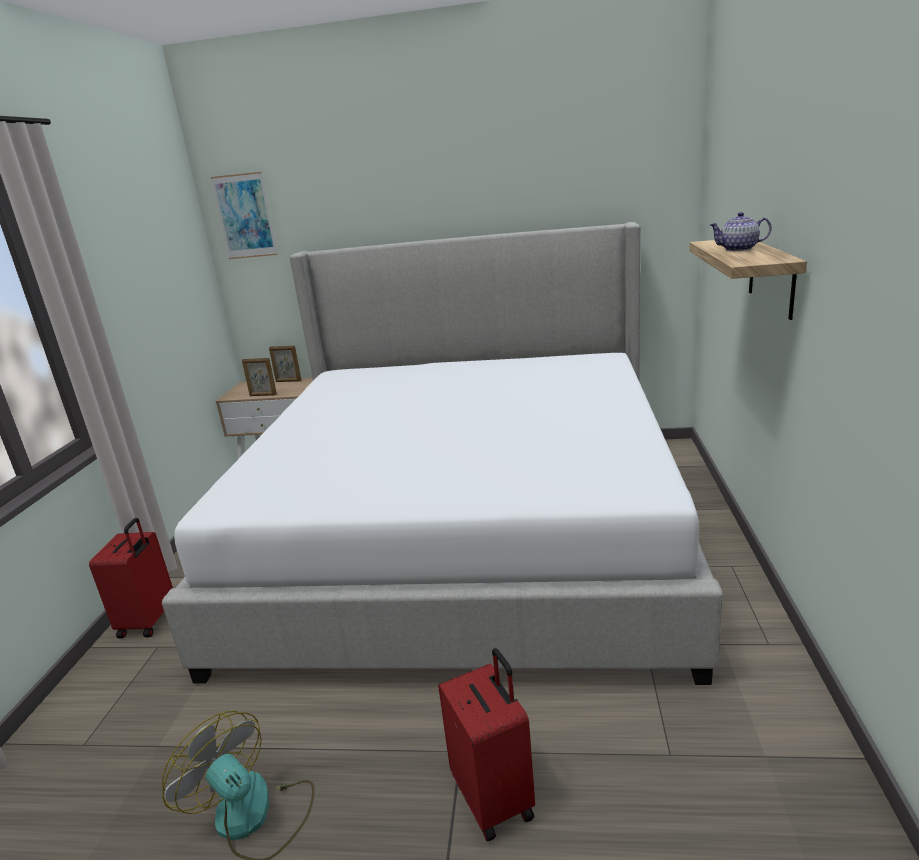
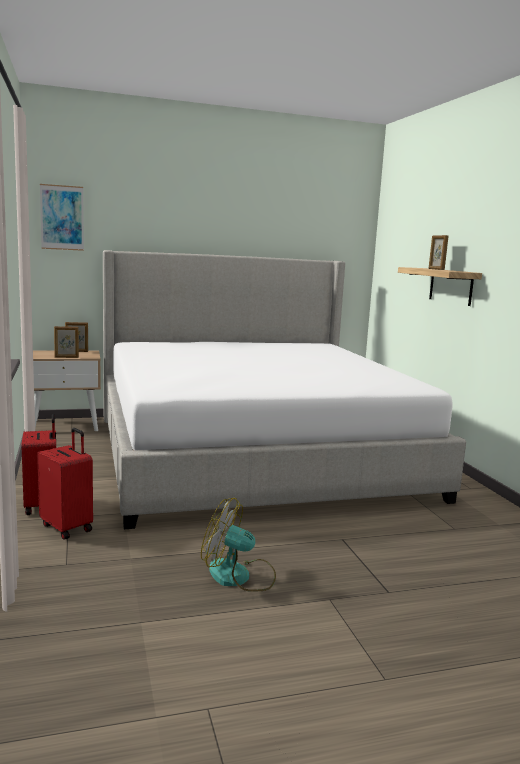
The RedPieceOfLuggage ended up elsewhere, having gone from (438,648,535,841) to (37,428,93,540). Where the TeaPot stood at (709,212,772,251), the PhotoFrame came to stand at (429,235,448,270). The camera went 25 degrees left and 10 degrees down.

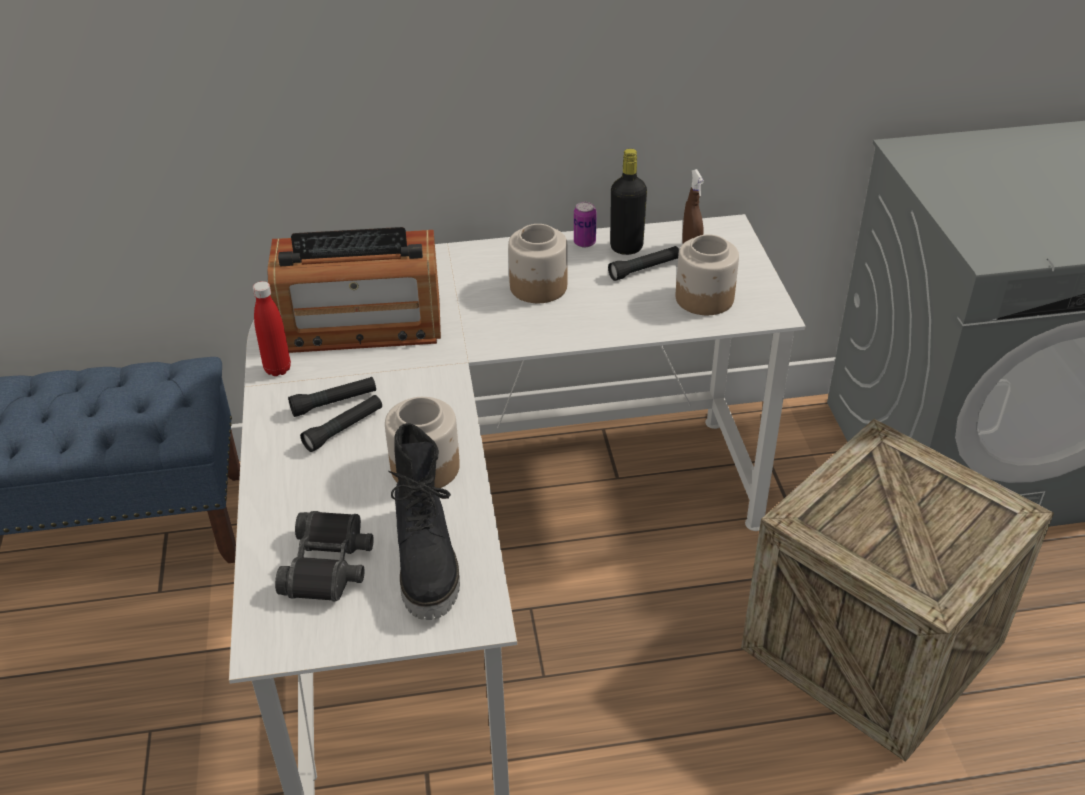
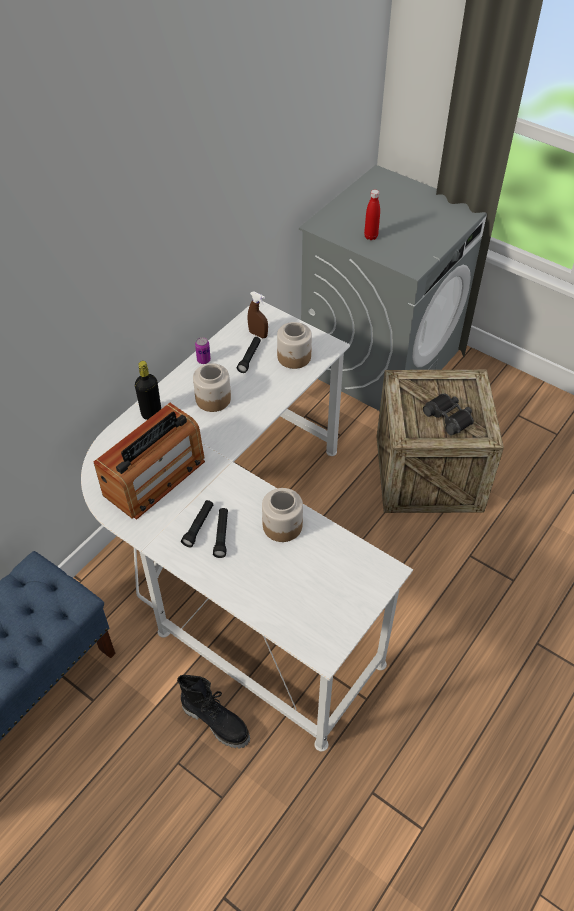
The BlackBottle ended up elsewhere, having gone from (610,149,647,255) to (135,361,161,420). The BlackBoot ended up elsewhere, having gone from (388,423,460,620) to (177,675,250,749). The RedBottle ended up elsewhere, having gone from (253,281,291,376) to (364,190,380,240). The BlackPairOfBinoculars ended up elsewhere, having gone from (275,511,374,602) to (423,394,474,436). The camera went 45 degrees left and 10 degrees up.

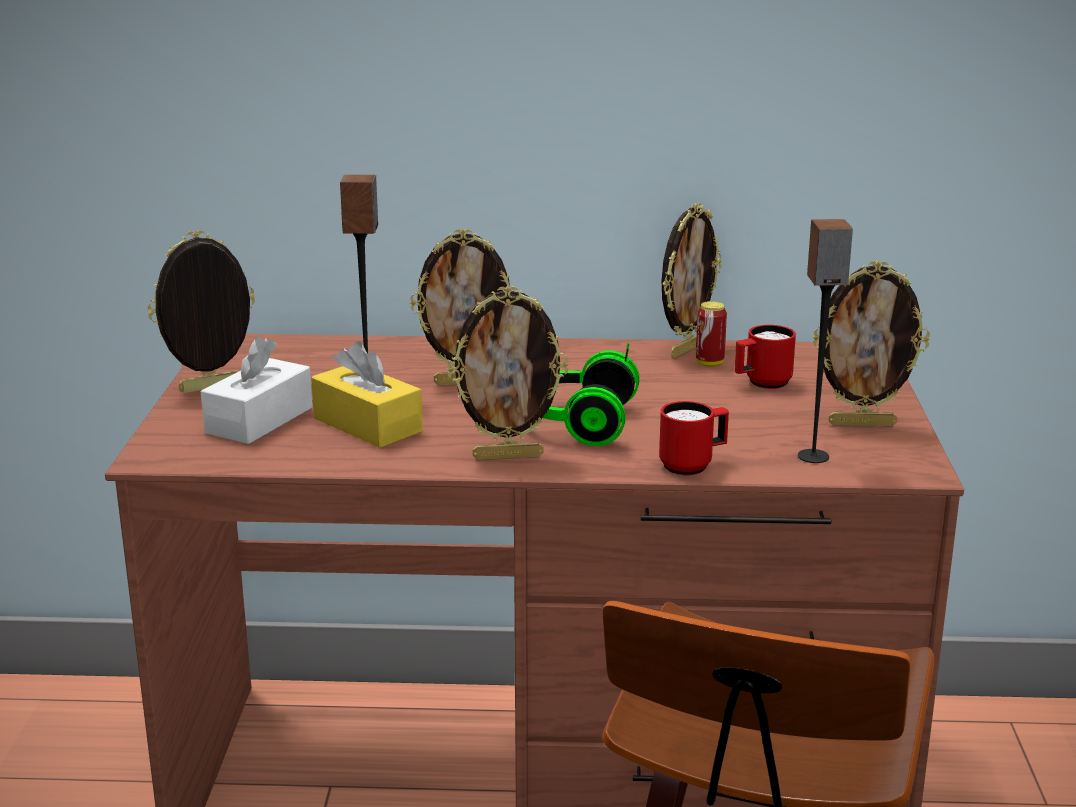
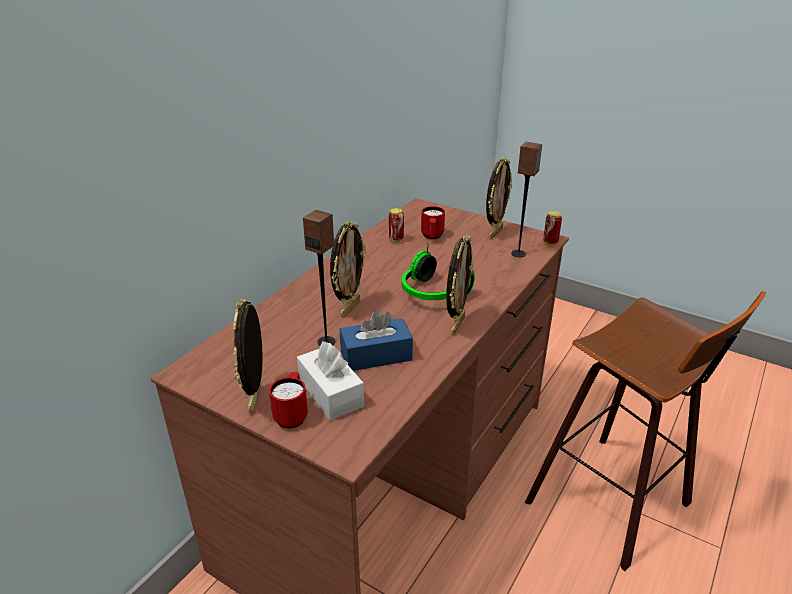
The RedCoffeeMug ended up elsewhere, having gone from (659,401,729,475) to (269,372,308,428). What was the YellowishTissueHolder at (311,341,423,448) turned into the BlueColouredTissueHolder at (340,310,413,371). The second view gained the SealedCan at (543,211,562,246). The second view lost the PhotoFrame at (662,203,722,359). The camera went 60 degrees left and 10 degrees up.

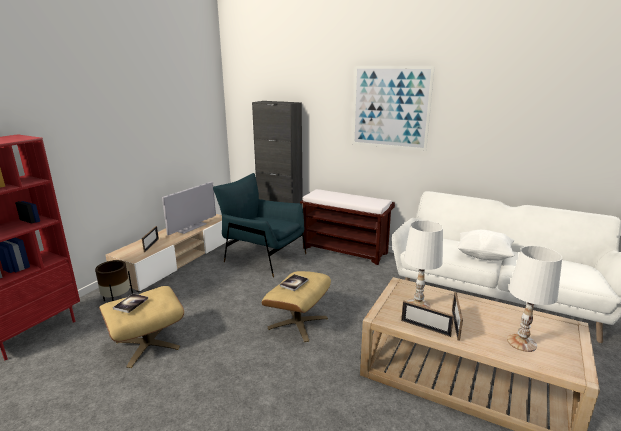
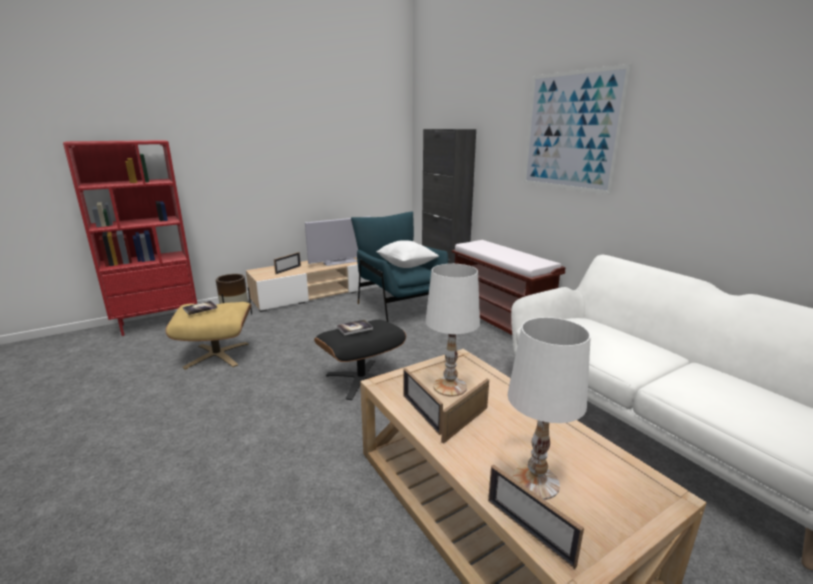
What was the SandColouredPouffe at (262,271,331,342) turned into the BlackPouffe at (314,320,406,400). The WhitishThrowPillow ended up elsewhere, having gone from (457,230,515,261) to (376,240,439,268). The second view gained the PhotoFrame at (488,464,584,569). The camera went 30 degrees right and 0 degrees up.

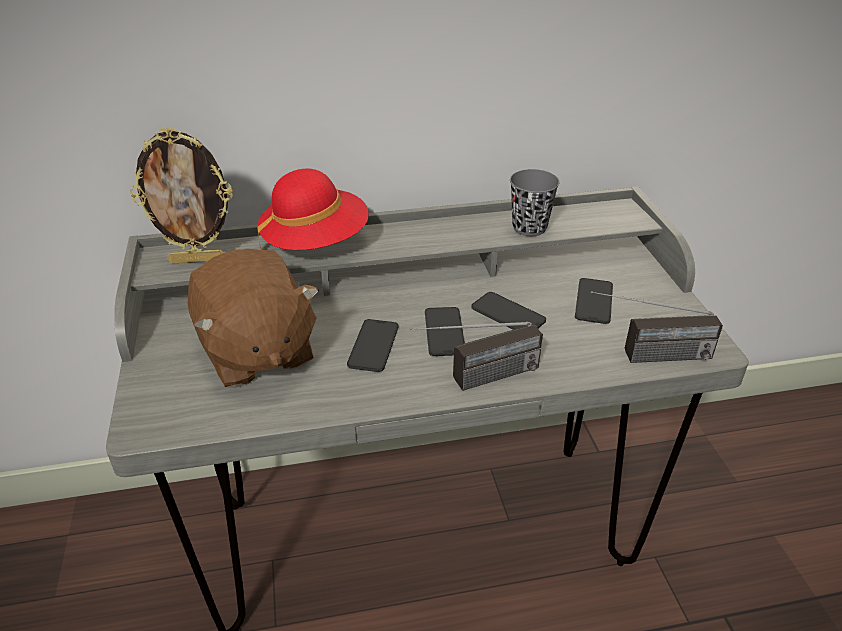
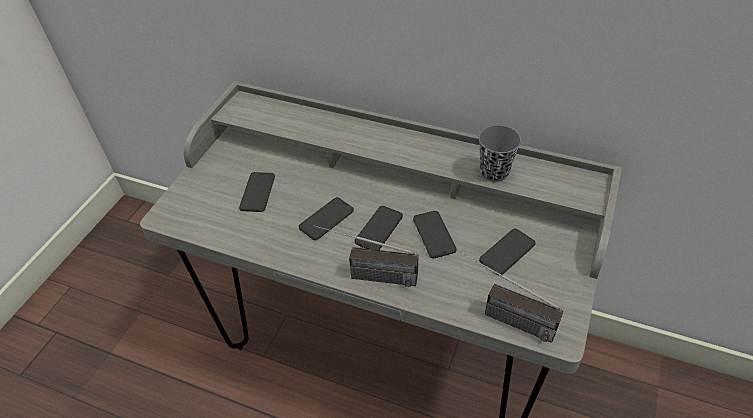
Where the BrownColouredSoftToy stood at (188,249,319,387), the Handset came to stand at (239,172,275,212). The second view lost the PhotoFrame at (130,127,233,264). The second view lost the RedClothingHat at (257,169,369,250). The camera went 35 degrees right and 10 degrees up.

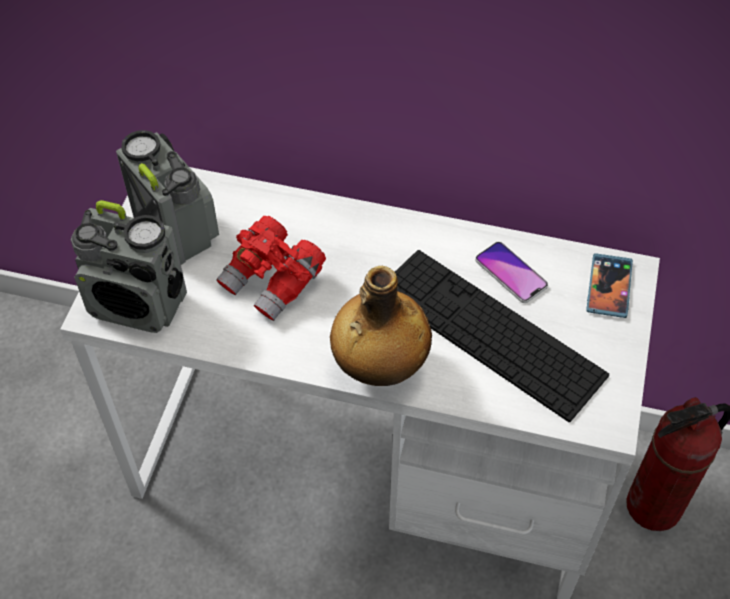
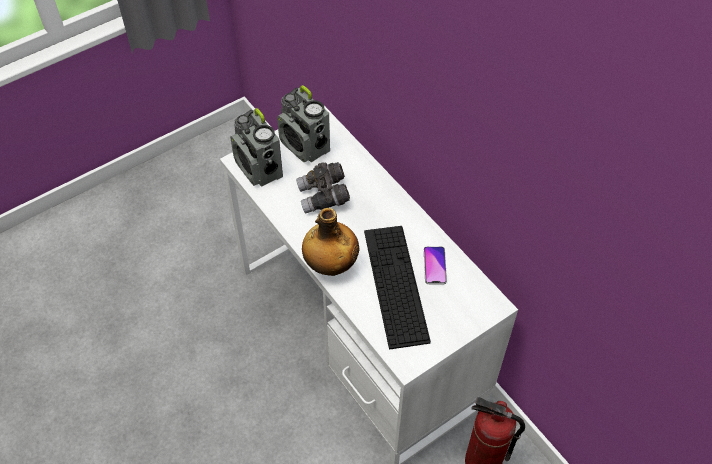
The RadioSet at (116,130,219,265) ended up facing another way, 135 degrees clockwise from before. What was the RedPairOfBinoculars at (216,215,326,321) turned into the GreyishPairOfBinoculars at (296,162,350,214). The second view lost the Handset at (586,253,633,318). The camera went 40 degrees right and 0 degrees up.

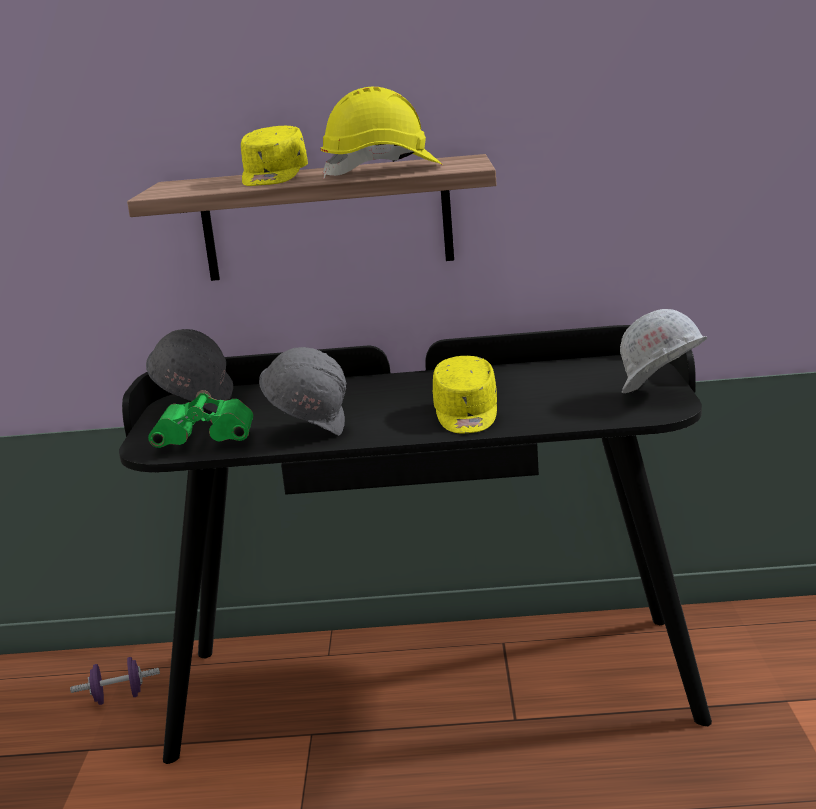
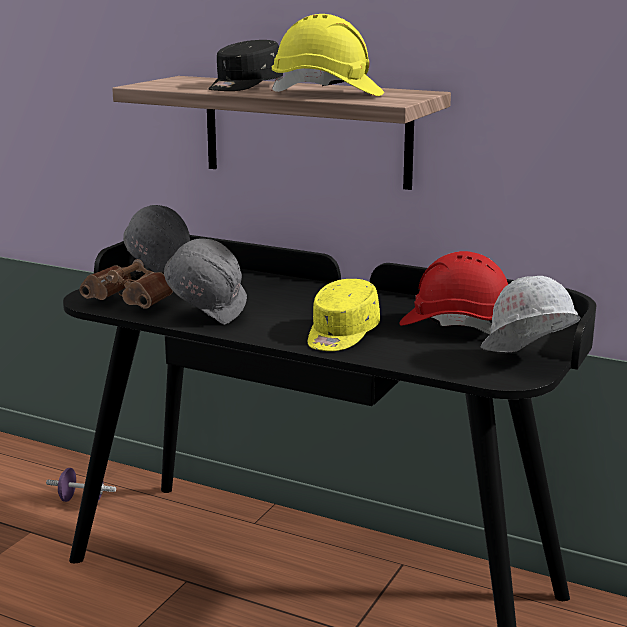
What was the GreenPairOfBinoculars at (148,390,253,448) turned into the BrownColouredPairOfBinoculars at (80,259,173,309). What was the YellowishPeakedCap at (241,126,308,186) turned into the BlackPeakedCap at (209,40,283,91). The second view gained the RedSafetyHelmet at (399,251,508,334). The camera went 25 degrees right and 0 degrees up.

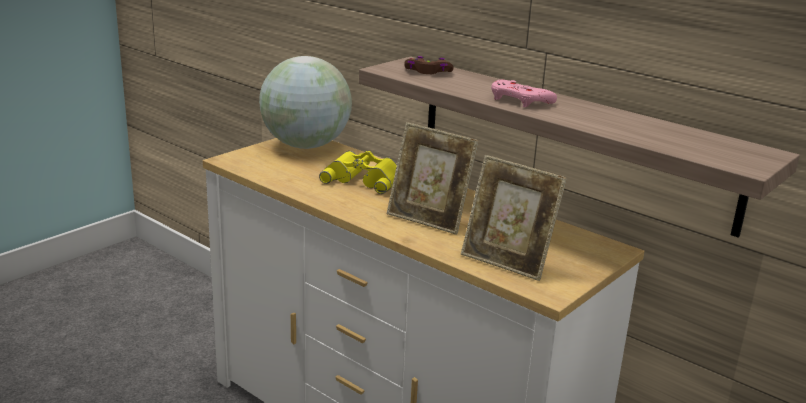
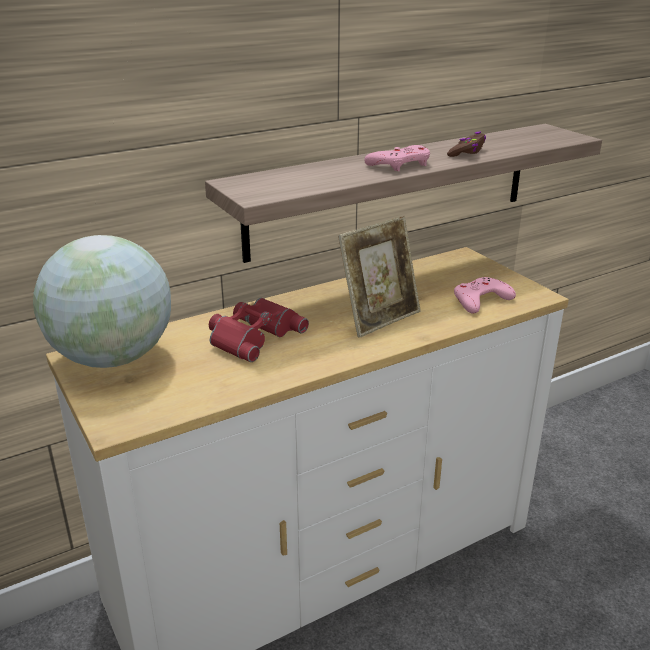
What was the YellowishPairOfBinoculars at (319,151,397,194) turned into the RedPairOfBinoculars at (209,298,309,362). The BrownColouredGameController ended up elsewhere, having gone from (404,56,454,74) to (447,132,486,157). Where the PhotoFrame stood at (461,155,567,281), the PinkishGameController came to stand at (454,277,516,314). The camera went 70 degrees left and 5 degrees up.

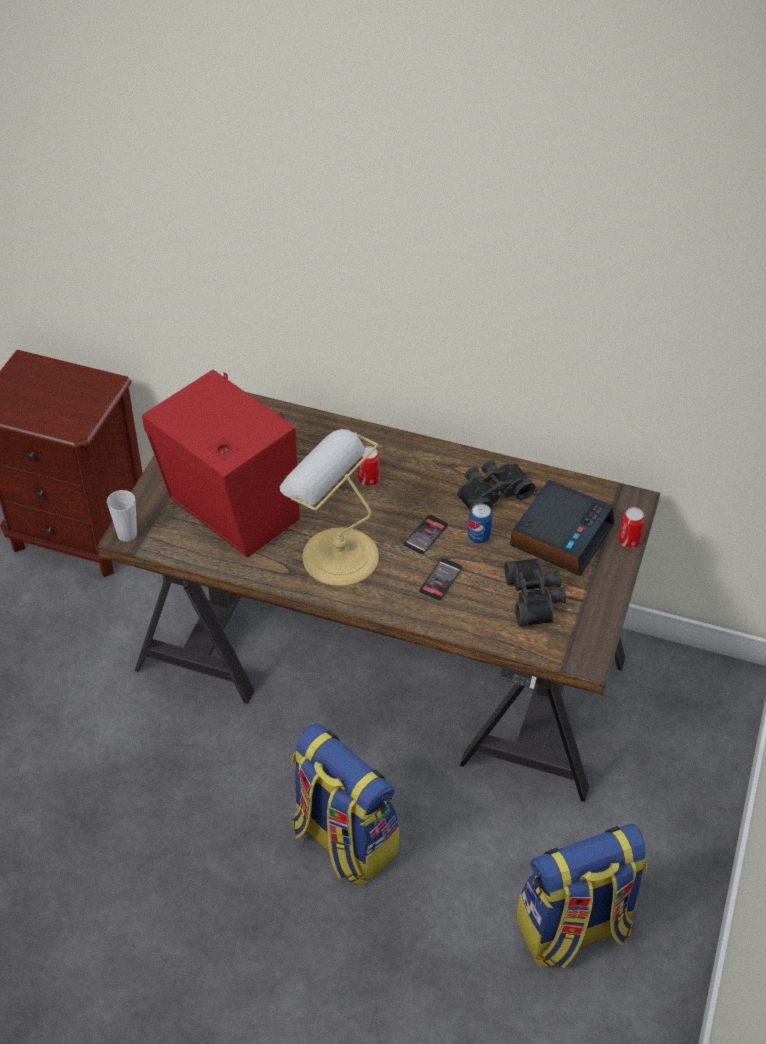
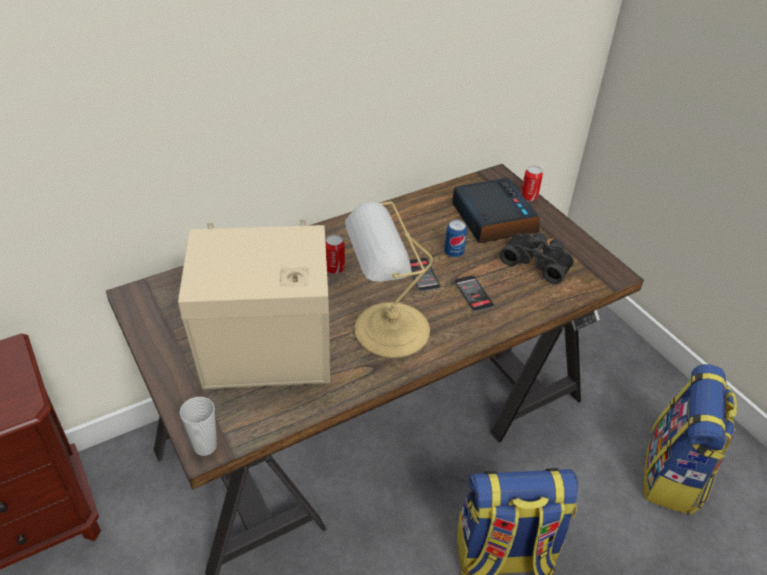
What was the RedSpeaker at (142,370,300,558) turned into the SandColouredSpeaker at (178,220,330,389). The second view lost the BlackPairOfBinoculars at (457,460,535,511). The camera went 50 degrees left and 5 degrees down.

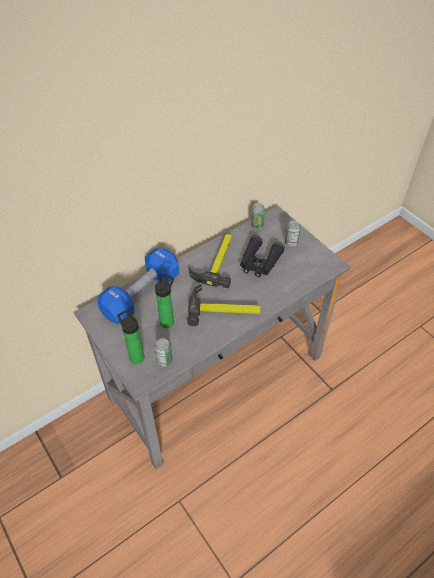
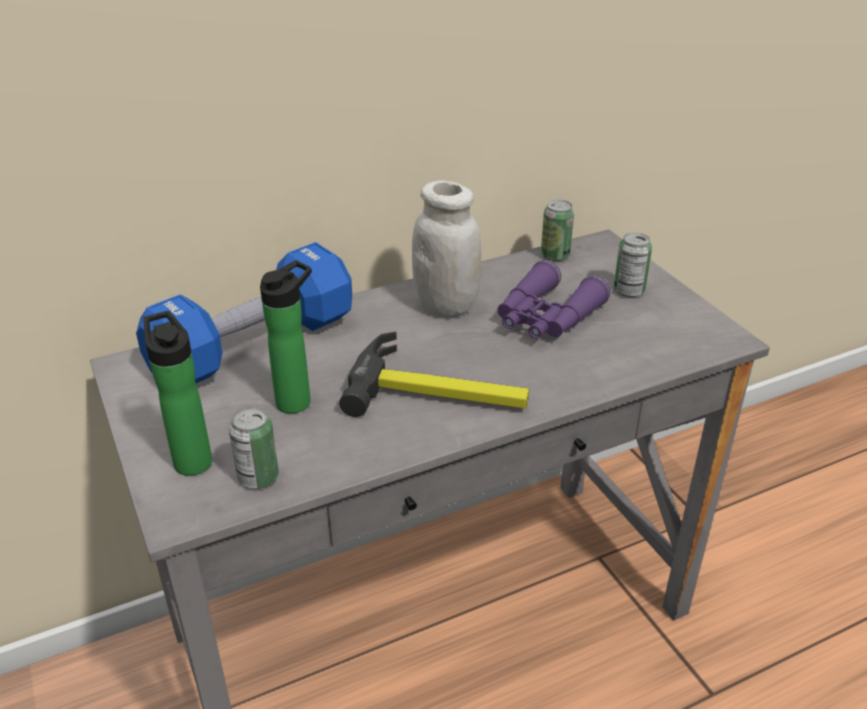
Where the Hammer stood at (189,234,232,288), the WhitishStorageJar came to stand at (412,180,481,317). What was the BlackPairOfBinoculars at (240,235,285,277) turned into the PurplishPairOfBinoculars at (498,260,611,339). The camera went 10 degrees right and 15 degrees down.

